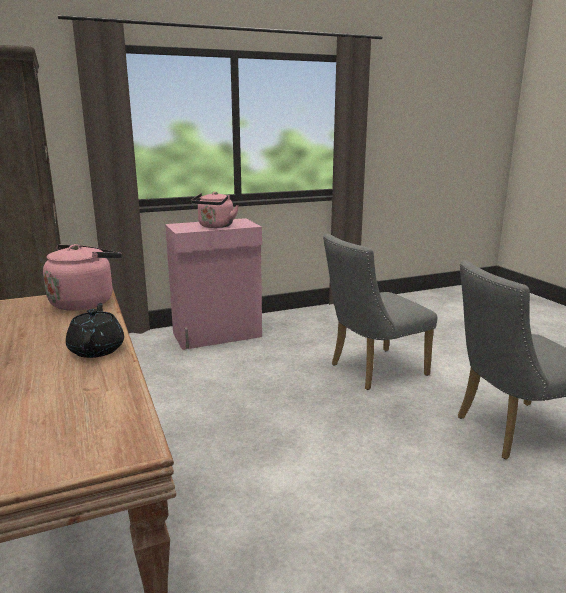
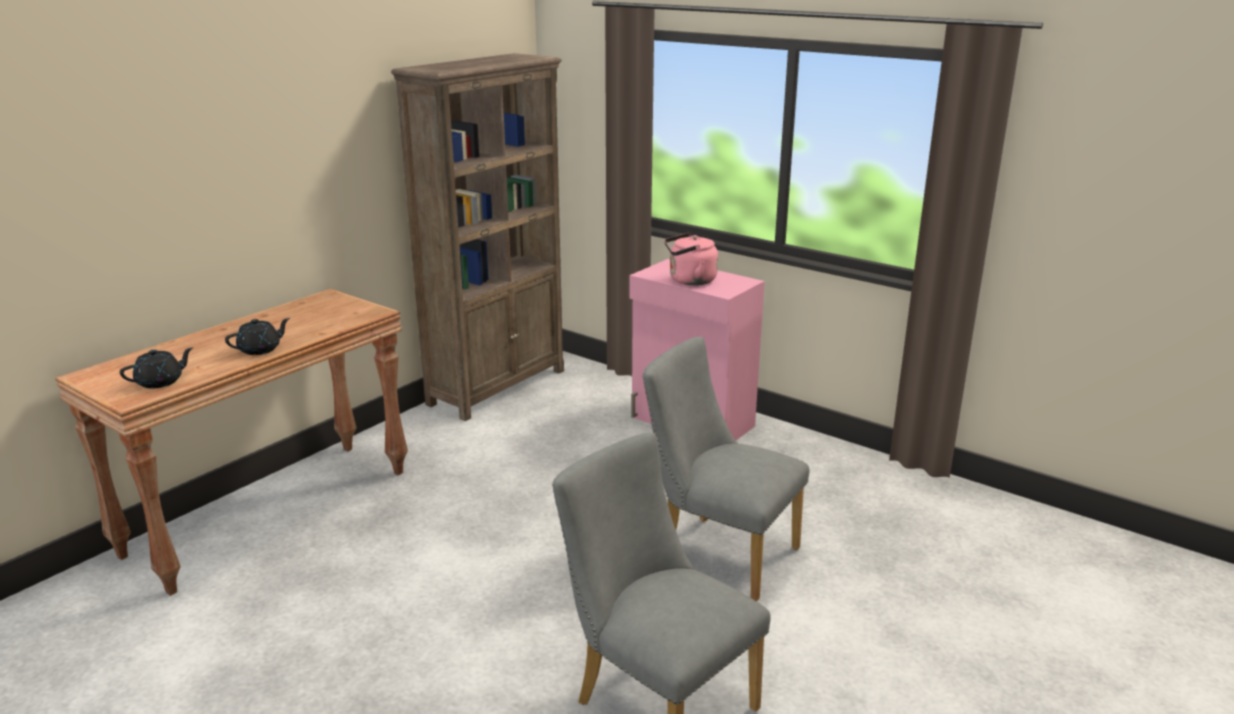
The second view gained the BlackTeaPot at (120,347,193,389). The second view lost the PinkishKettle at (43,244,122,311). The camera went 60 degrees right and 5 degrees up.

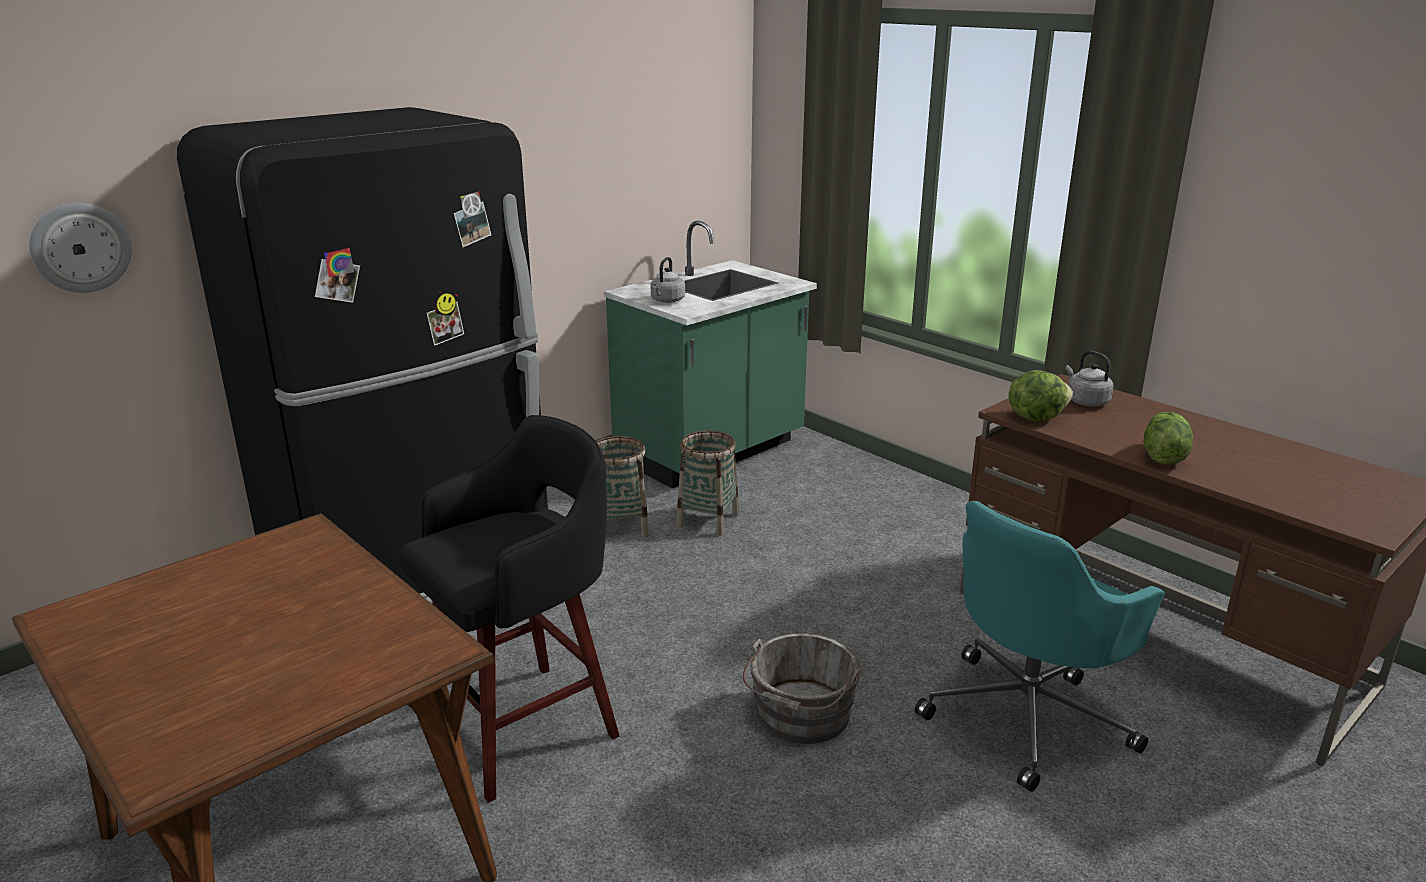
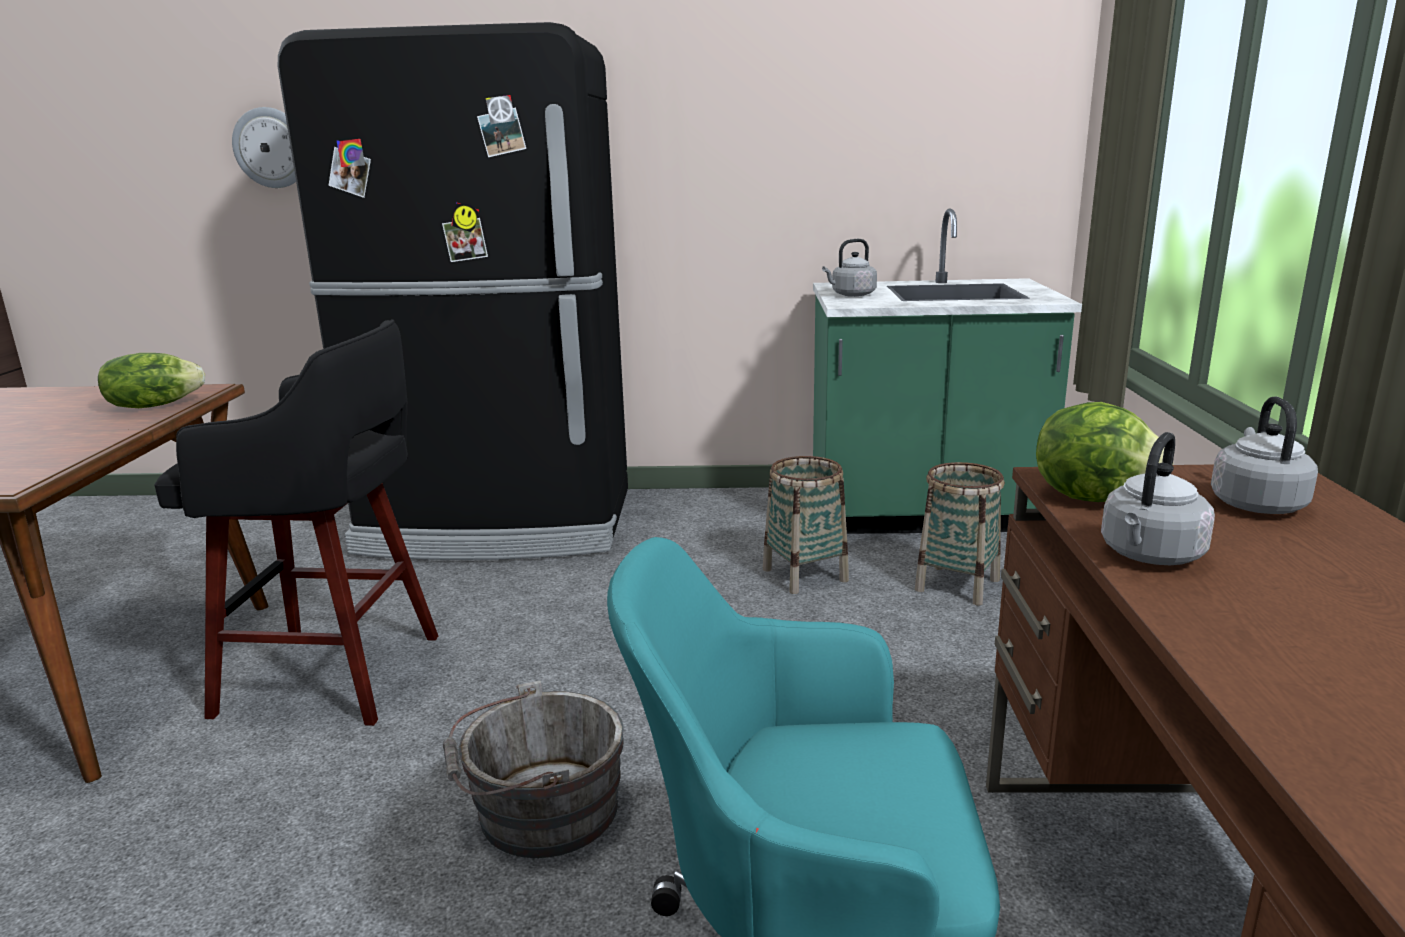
The Lettuce ended up elsewhere, having gone from (1144,412,1193,465) to (98,353,205,408). The Basket ended up elsewhere, having gone from (596,436,649,537) to (915,462,1005,605). The second view gained the GreyishKettle at (1101,432,1215,565). The camera went 45 degrees right and 5 degrees down.

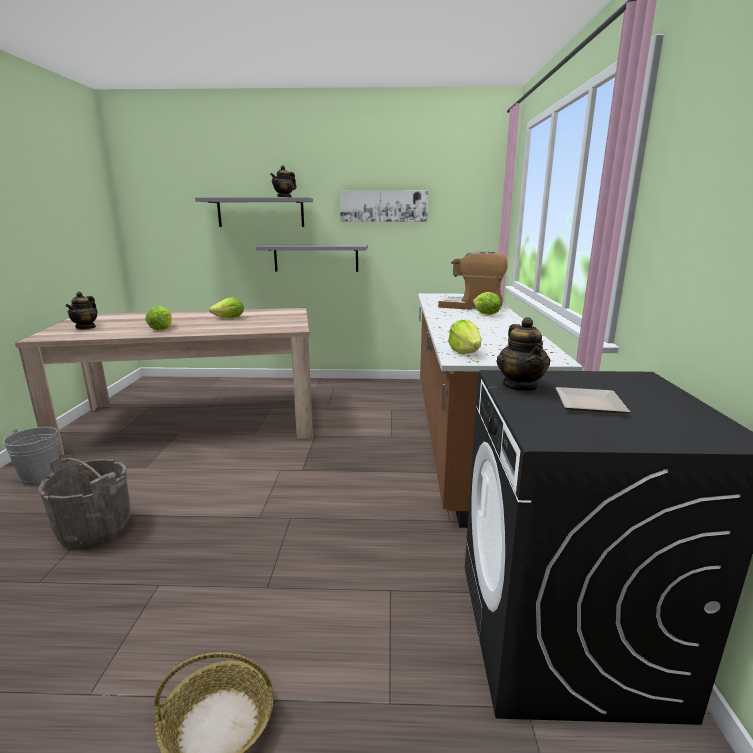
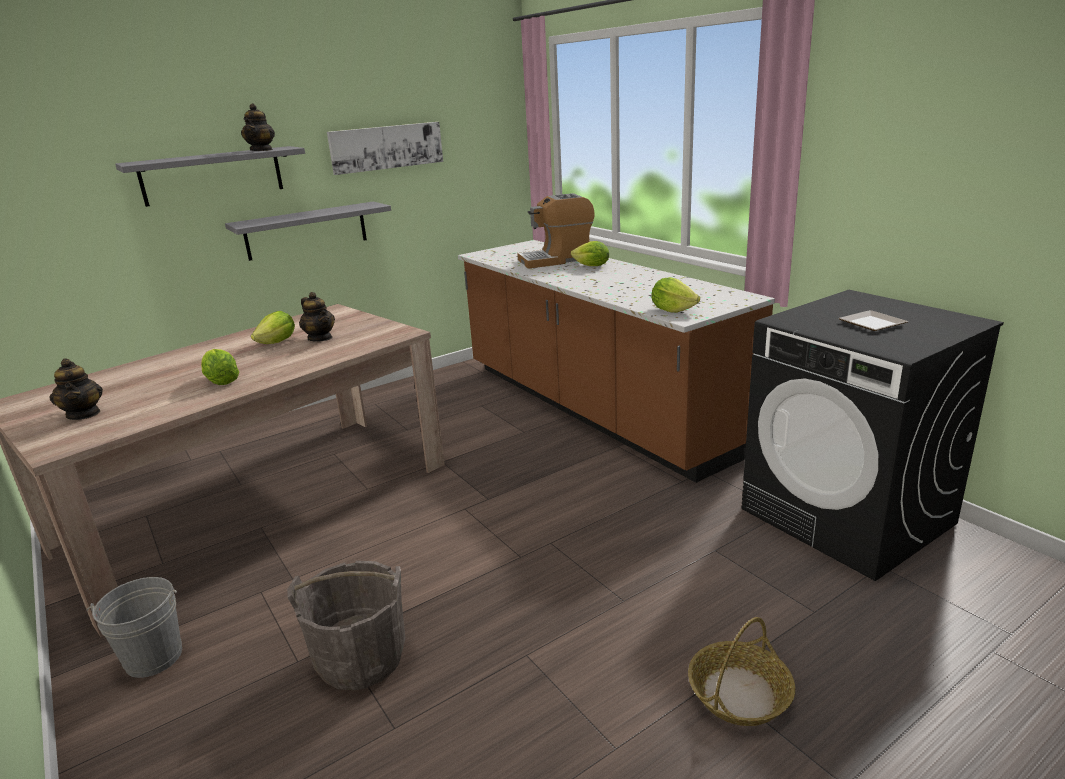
The TeaPot ended up elsewhere, having gone from (497,317,550,392) to (299,292,335,342). The camera went 35 degrees left and 5 degrees up.

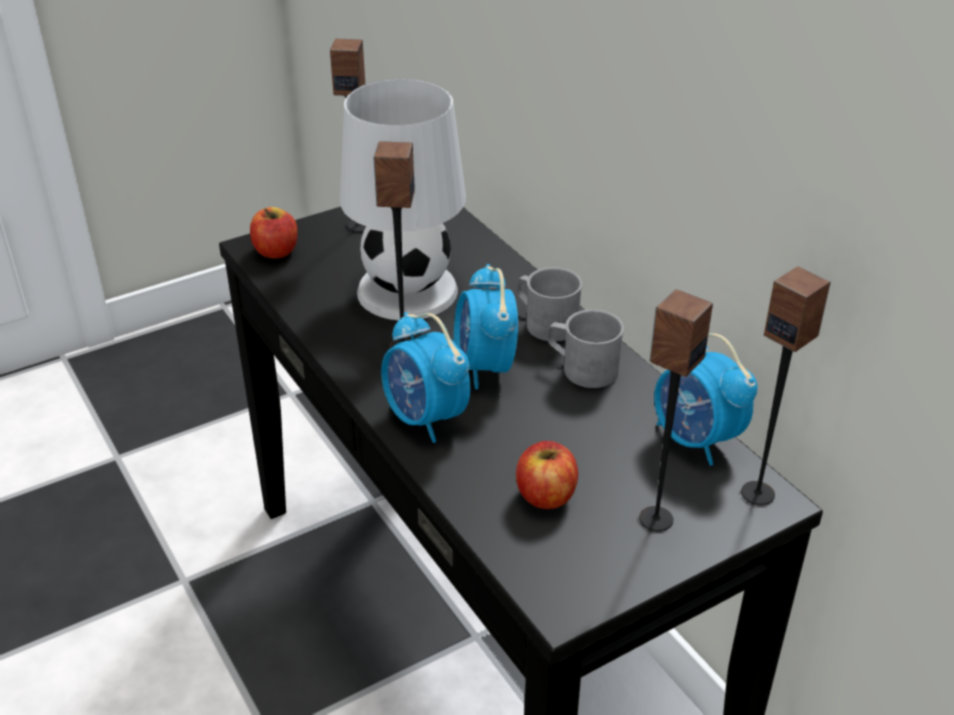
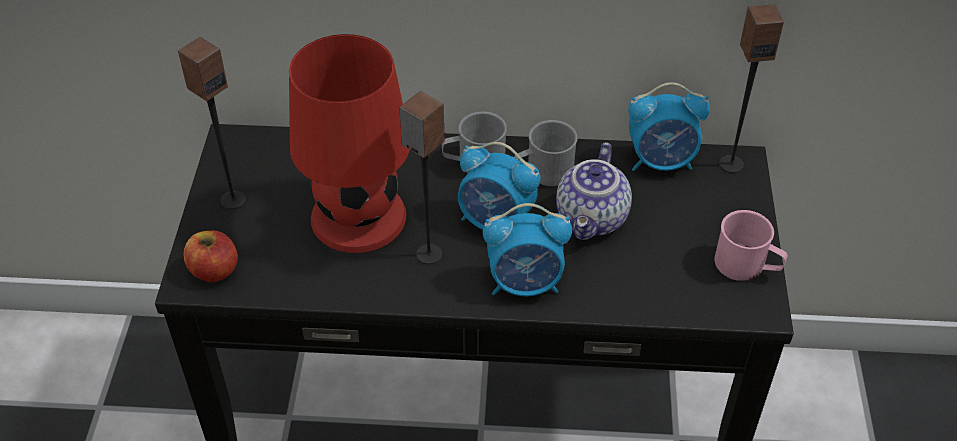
What was the WhitishLampForATable at (340,78,466,320) turned into the RedLampForATable at (289,34,410,253). The second view gained the TeaPot at (556,142,632,240). The second view gained the PinkishCoffeeMug at (715,210,788,281). The second view lost the WholeApple at (516,441,578,509). The second view lost the Speaker at (639,289,713,532). The camera went 55 degrees left and 10 degrees up.

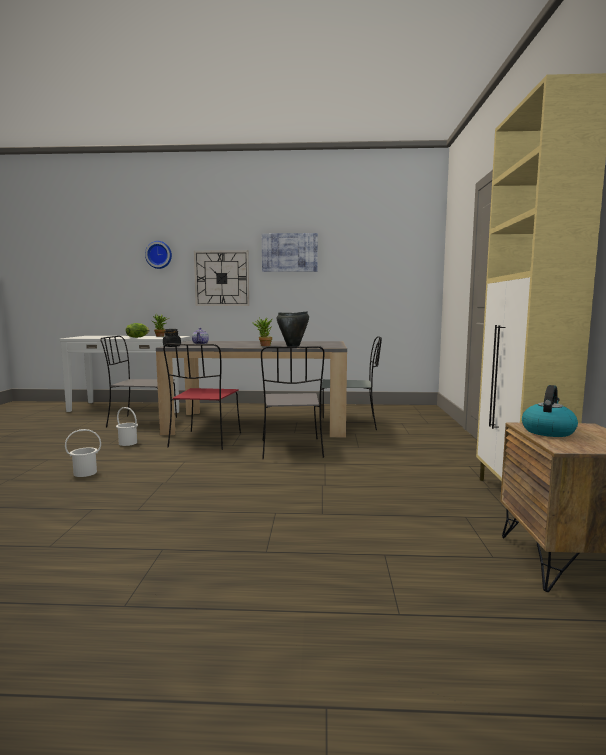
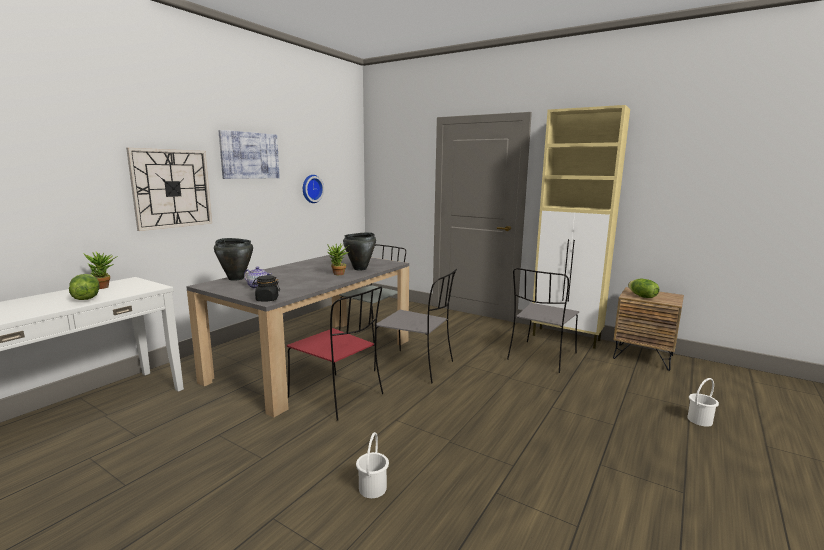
The second view gained the BlackSaucepot at (214,238,253,281). The HangingClock ended up elsewhere, having gone from (145,241,172,269) to (303,175,324,203). The GreyishChair ended up elsewhere, having gone from (100,336,177,429) to (507,268,579,373). Where the Kettle stood at (522,385,578,437), the Lettuce came to stand at (628,279,659,298). The WhitishWaterBucket ended up elsewhere, having gone from (116,407,138,446) to (687,378,719,427). The camera went 60 degrees left and 5 degrees up.

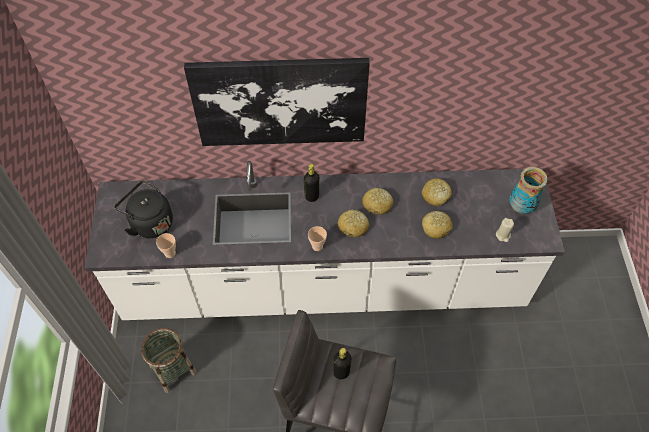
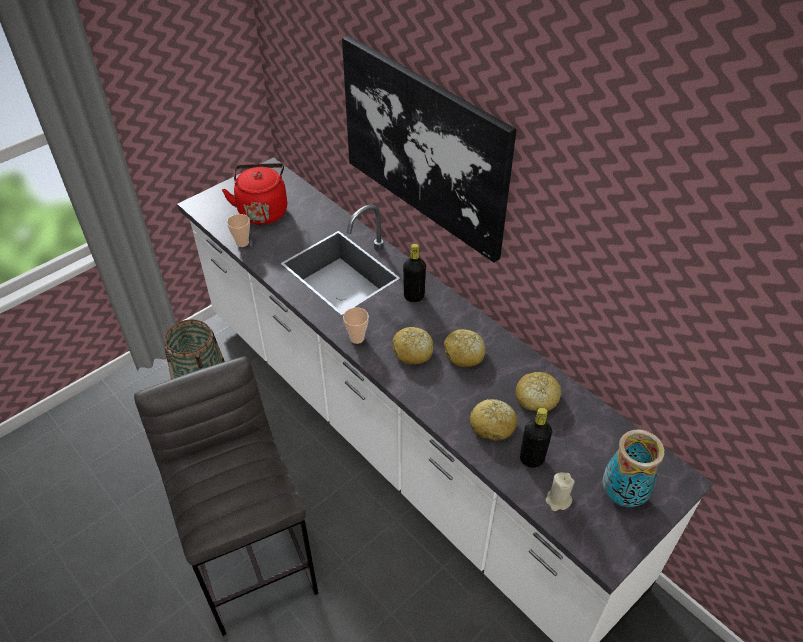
What was the BlackKettle at (115,181,173,238) turned into the RedKettle at (222,163,287,225). The BlackBottle ended up elsewhere, having gone from (333,348,351,380) to (520,408,552,468). The camera went 50 degrees right and 10 degrees down.

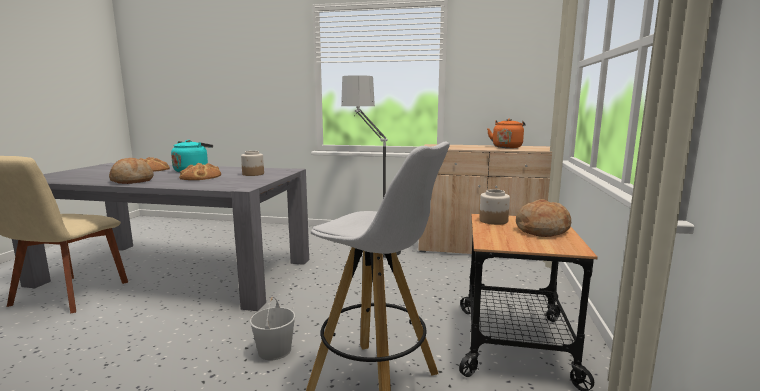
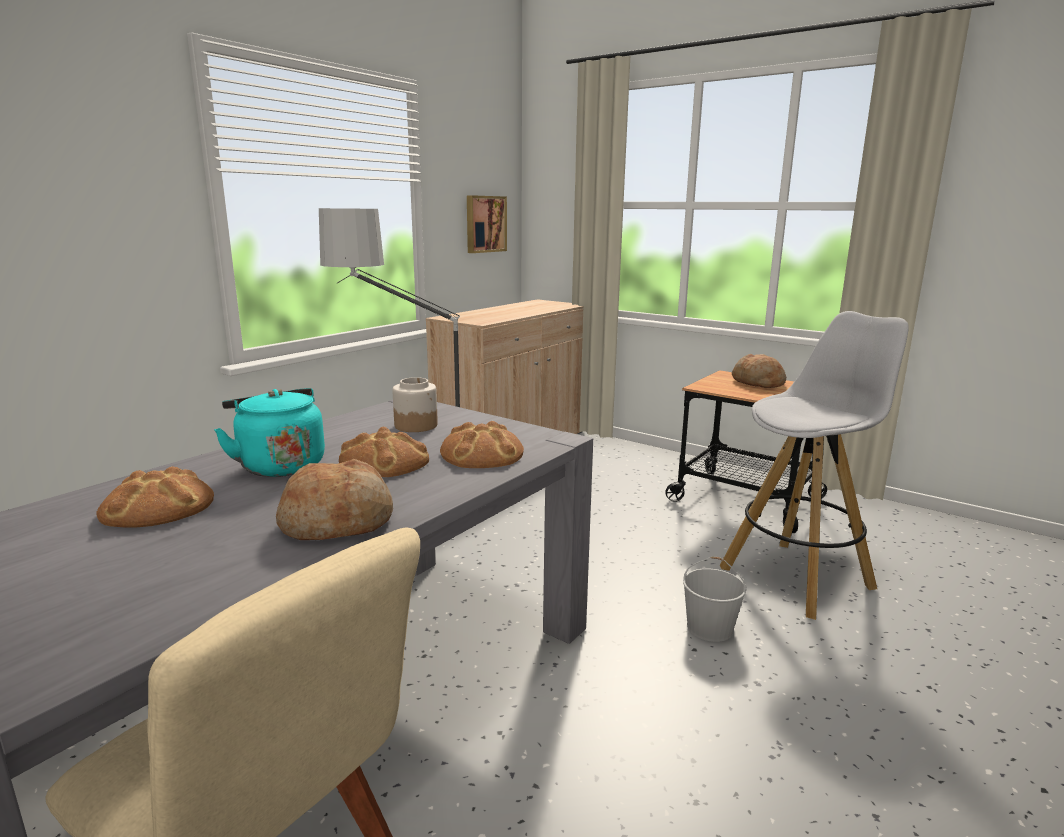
The second view gained the Bread at (440,421,524,468). The second view gained the WallPicture at (467,195,507,253). The second view lost the StorageJar at (479,189,510,225). The second view lost the OrangeKettle at (487,118,526,148). The camera went 65 degrees left and 5 degrees up.

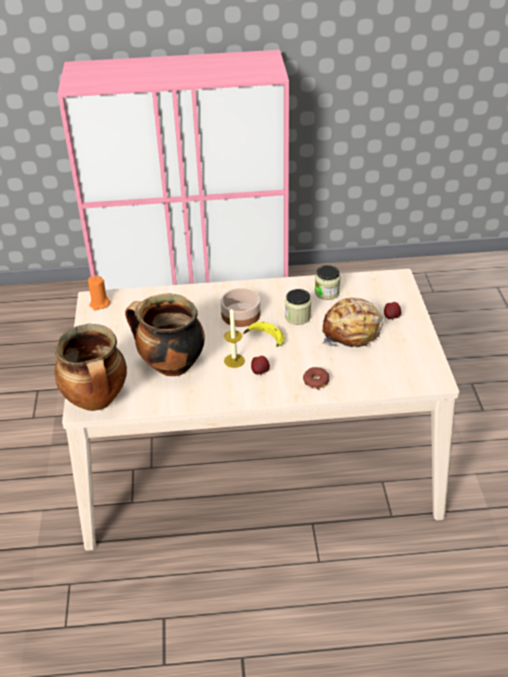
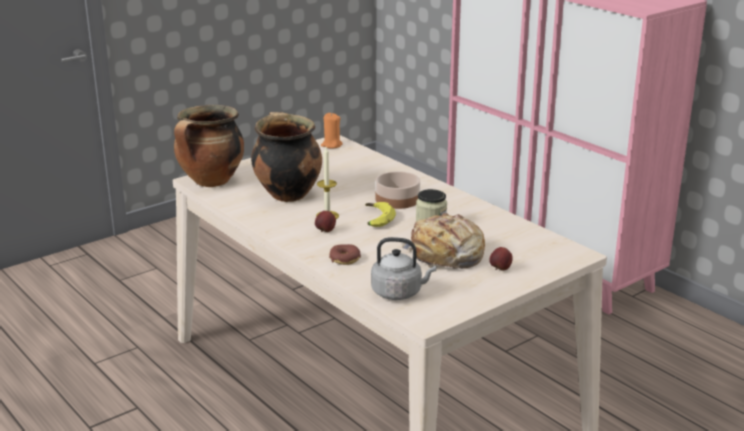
The second view gained the GreyishKettle at (371,237,436,300). The second view lost the StorageJar at (315,265,340,300). The camera went 55 degrees right and 15 degrees down.

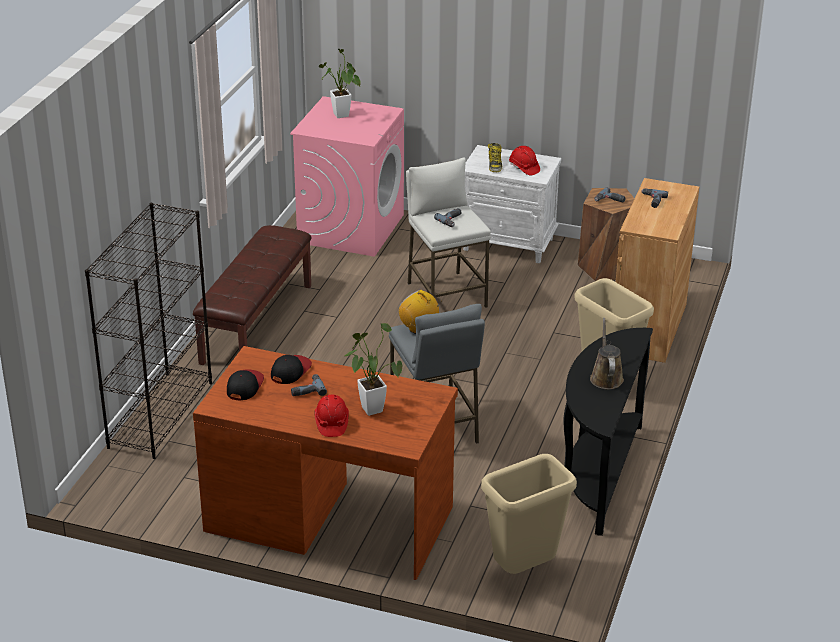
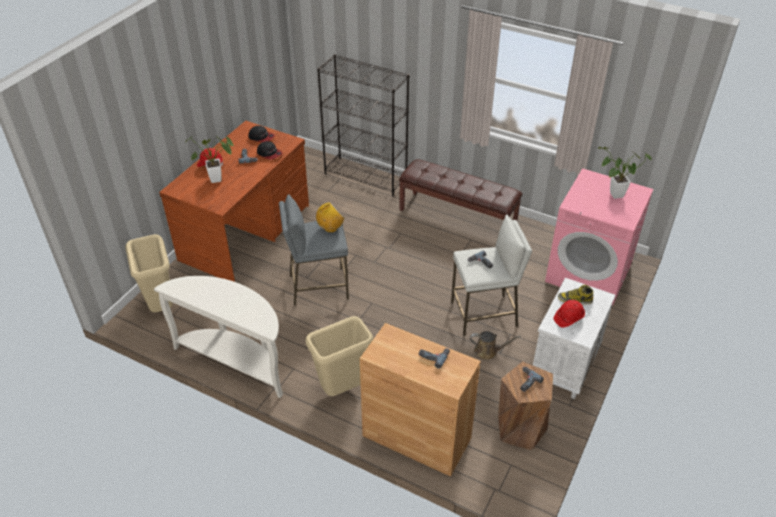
What was the BlackNarrowTable at (563,328,653,536) turned into the WhitishNarrowTable at (154,276,283,398). The BrownColouredSprinklingCan ended up elsewhere, having gone from (590,318,624,389) to (470,331,521,360). The camera went 100 degrees right and 10 degrees up.

